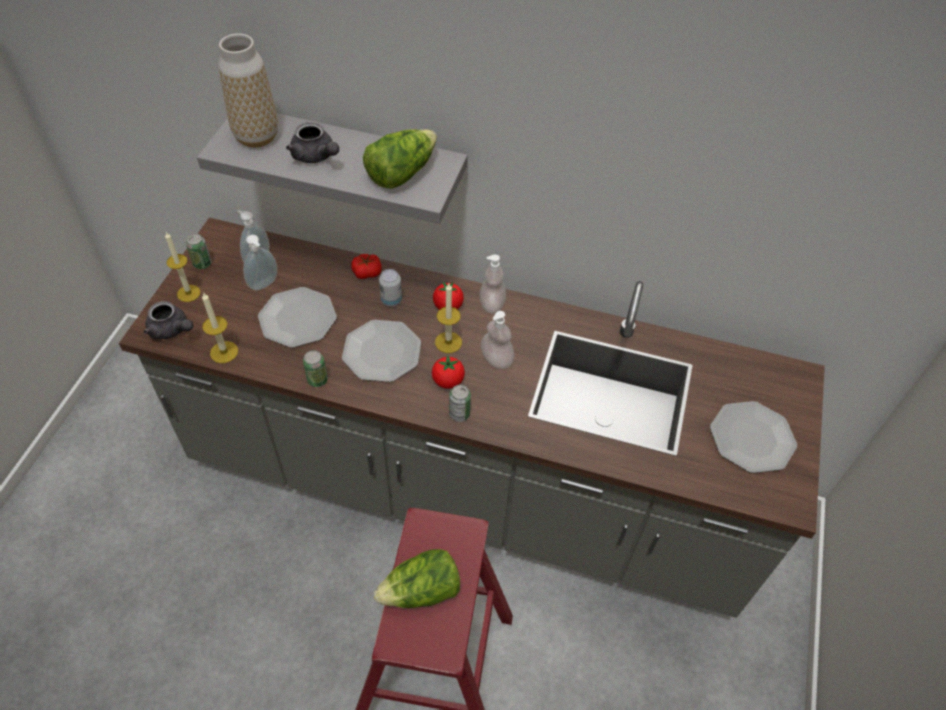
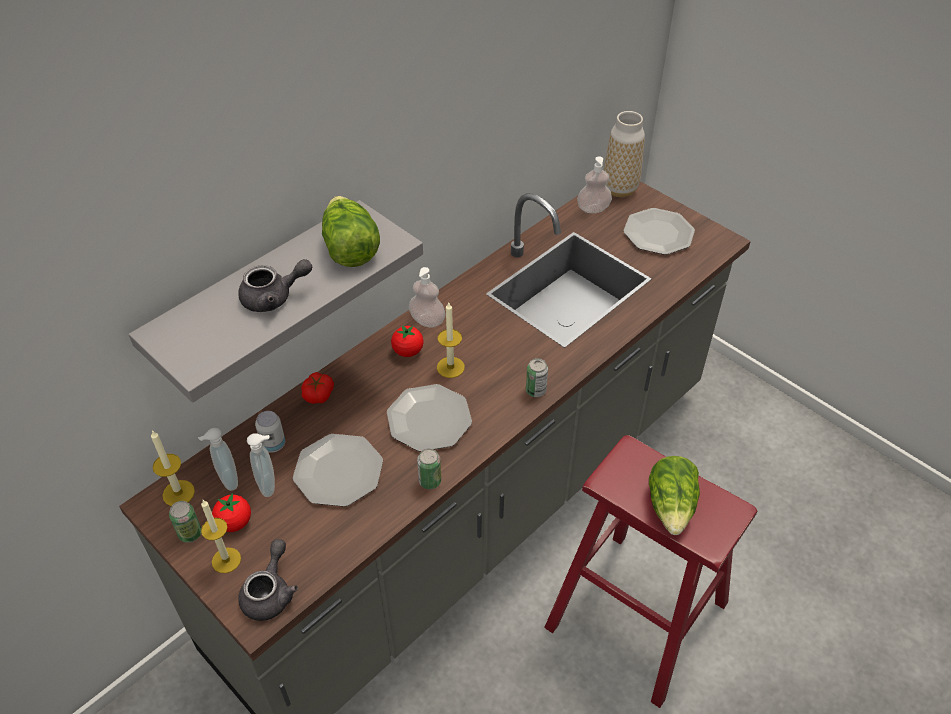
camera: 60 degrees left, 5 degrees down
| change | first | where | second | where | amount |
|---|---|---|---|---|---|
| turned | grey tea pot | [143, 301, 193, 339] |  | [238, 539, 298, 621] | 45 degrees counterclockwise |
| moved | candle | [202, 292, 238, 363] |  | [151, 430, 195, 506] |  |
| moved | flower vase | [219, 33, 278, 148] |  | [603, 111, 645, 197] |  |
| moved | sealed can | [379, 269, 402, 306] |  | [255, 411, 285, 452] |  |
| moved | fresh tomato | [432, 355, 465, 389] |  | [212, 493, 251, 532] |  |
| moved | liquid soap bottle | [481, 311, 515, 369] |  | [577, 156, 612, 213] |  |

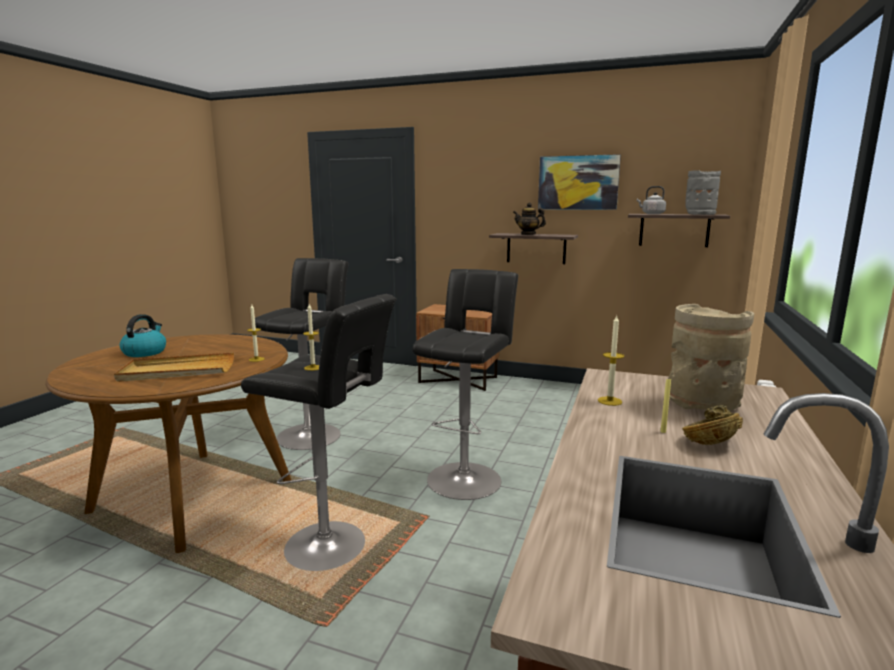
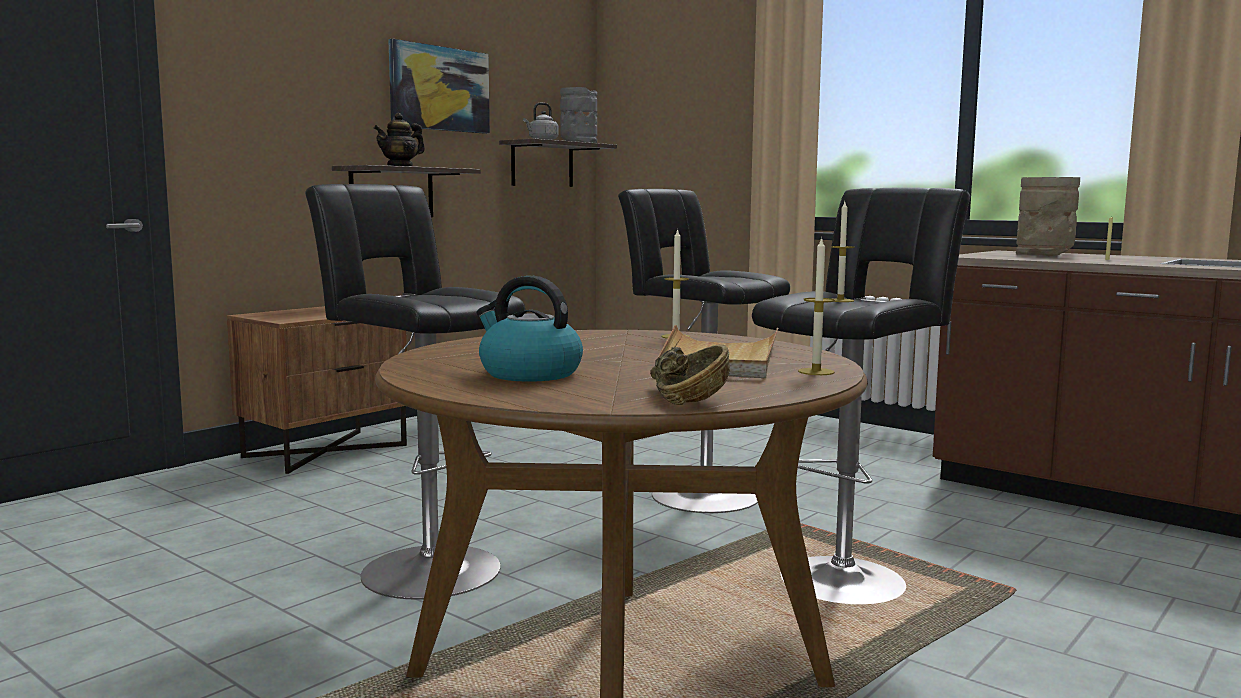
camera: 70 degrees left, 5 degrees down
| change | first | where | second | where | amount |
|---|---|---|---|---|---|
| moved | candle | [598, 316, 624, 406] |  | [798, 237, 835, 375] |  |
| moved | brownish deep dish | [682, 405, 743, 445] |  | [650, 344, 730, 405] |  |

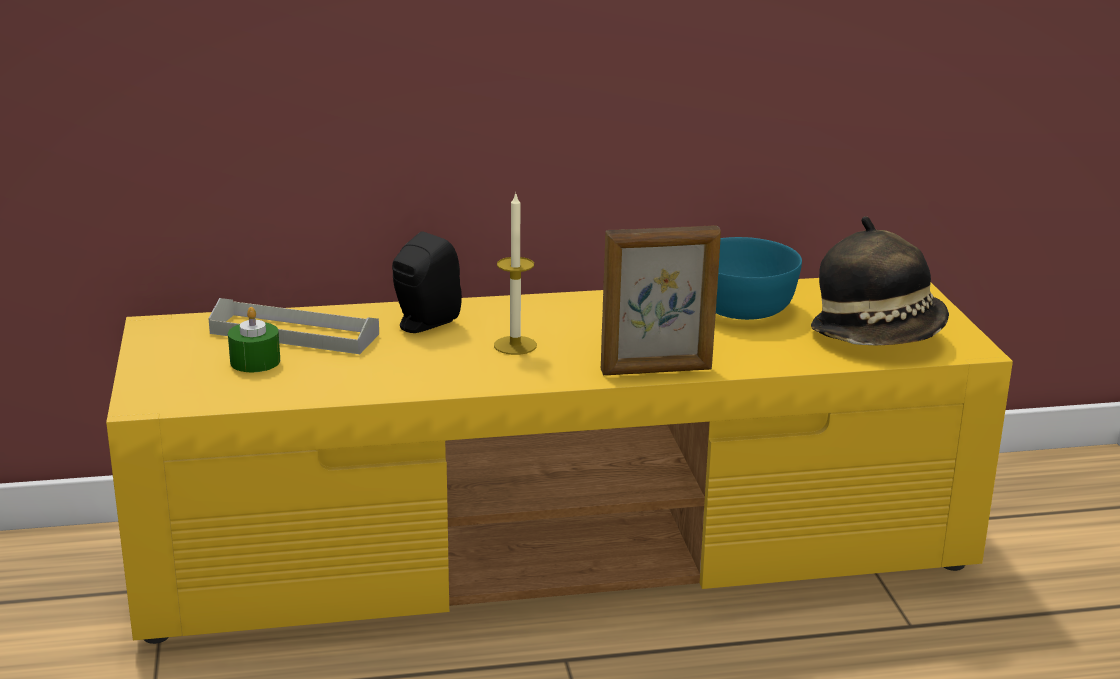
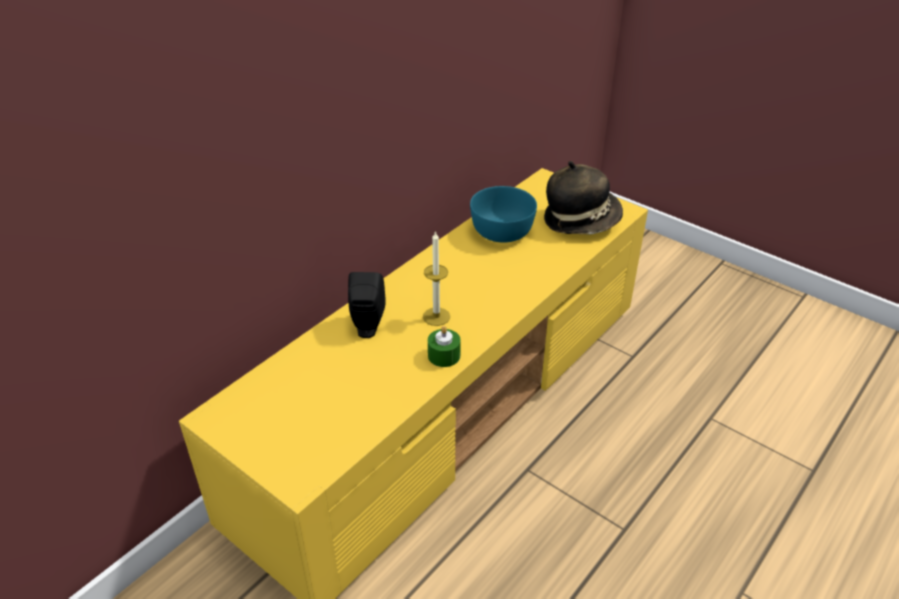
camera: 40 degrees left, 15 degrees up
| change | first | where | second | where | amount |
|---|---|---|---|---|---|
| removed | grey tray | [208, 298, 379, 354] |  |  |  |
| moved | greenish candle | [228, 307, 280, 372] |  | [428, 326, 461, 367] |  |
| removed | picture frame | [601, 225, 721, 375] |  |  |  |

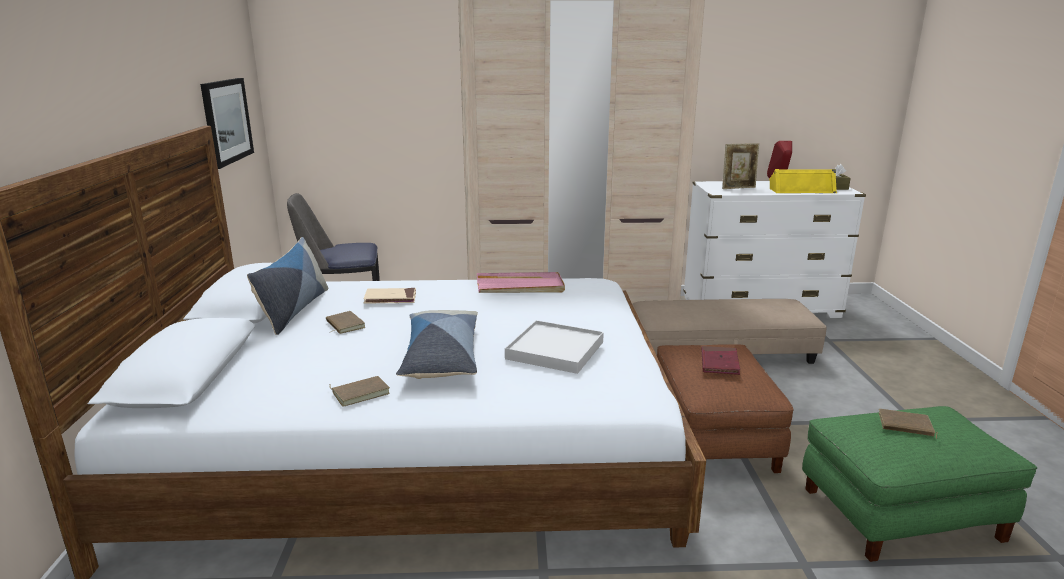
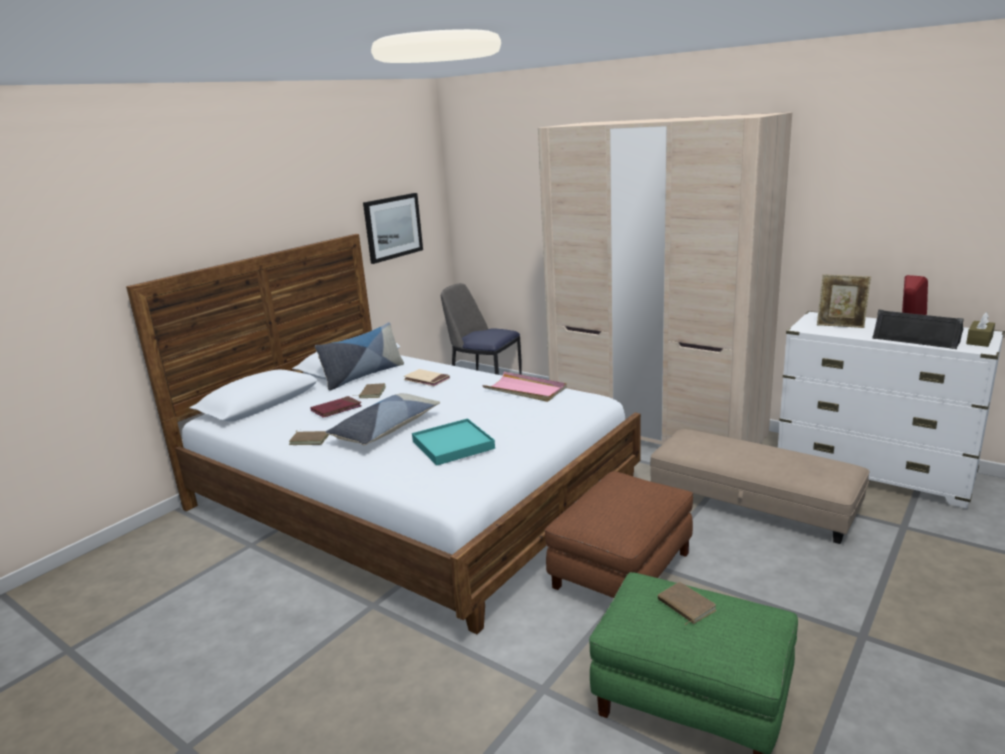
camera: 40 degrees right, 0 degrees up
| change | first | where | second | where | amount |
|---|---|---|---|---|---|
| recoloured | white-coloured tray | [505, 320, 604, 374] | turquoise-coloured tray | [412, 418, 495, 466] |  |
| moved | red book | [701, 346, 740, 375] |  | [310, 396, 362, 418] |  |
| recoloured | yellow speaker | [769, 169, 837, 193] | black-coloured speaker | [872, 310, 964, 349] |  |

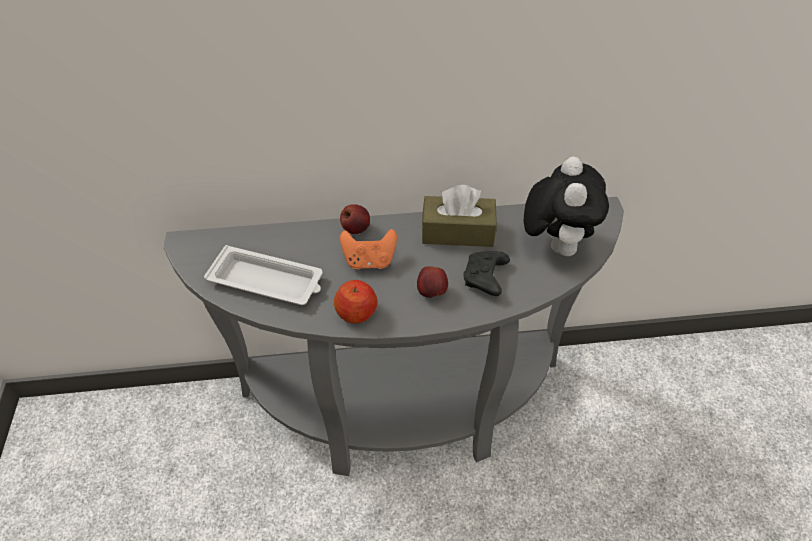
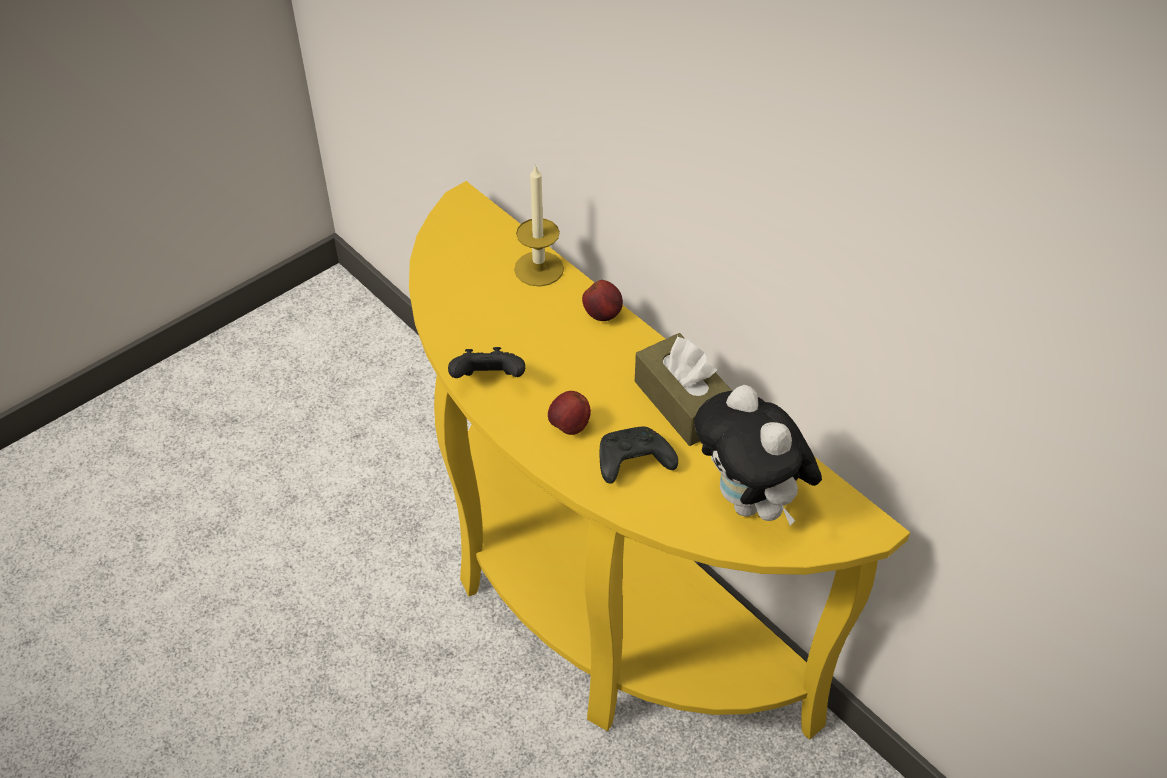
camera: 55 degrees right, 0 degrees up
| change | first | where | second | where | amount |
|---|---|---|---|---|---|
| recoloured | grey hall table | [164, 197, 624, 476] | yellow hall table | [409, 181, 910, 740] |  |
| removed | white-coloured tray | [204, 245, 323, 305] |  |  |  |
| replaced | apple fruit | [334, 280, 377, 324] | black-coloured game controller | [448, 347, 525, 378] |  |
| removed | orange game controller | [340, 229, 397, 270] |  |  |  |
| turned | plush toy | [524, 157, 609, 256] |  | [694, 385, 822, 525] | 90 degrees clockwise |
| added |  |  | candle | [514, 164, 564, 287] |  |

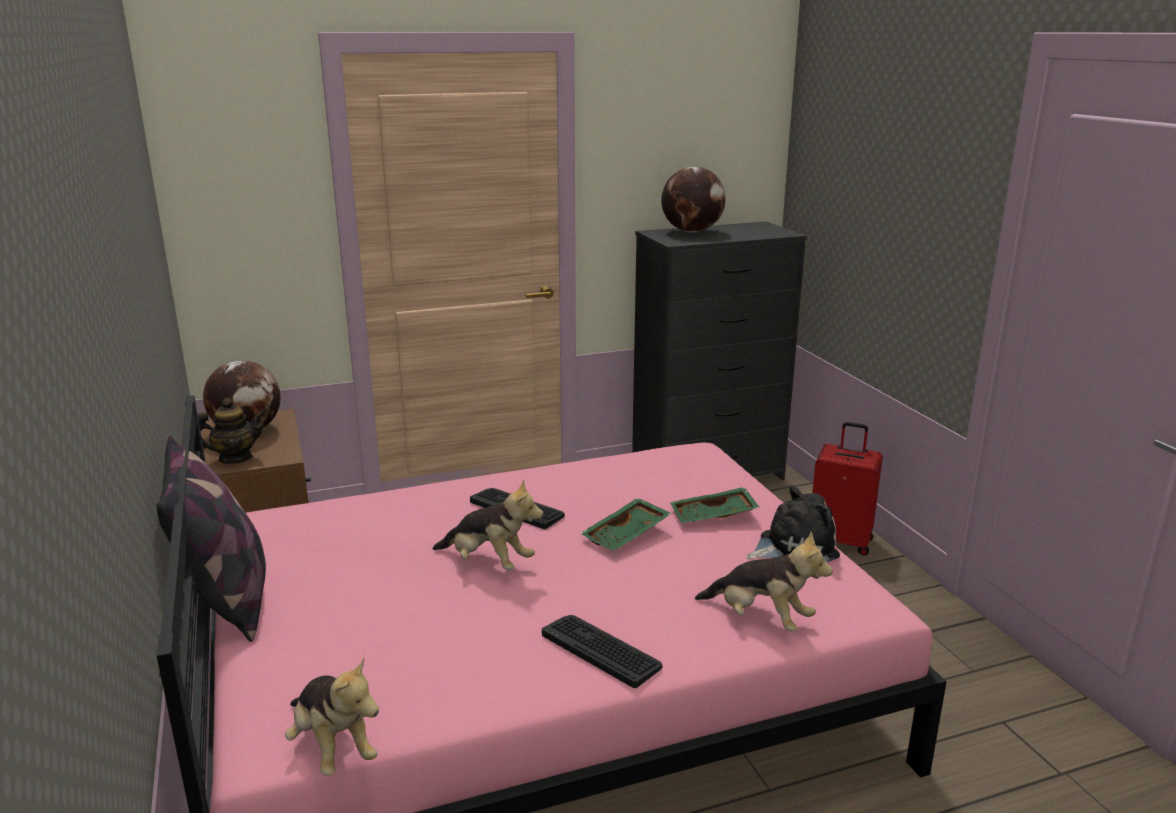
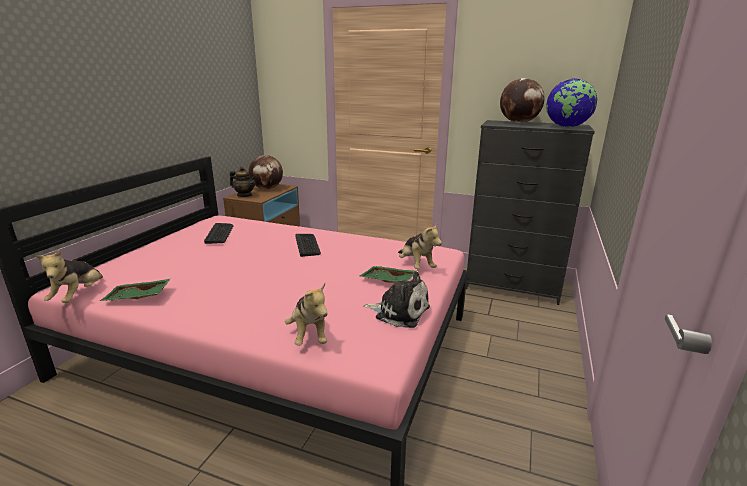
camera: 40 degrees right, 0 degrees up
| change | first | where | second | where | amount |
|---|---|---|---|---|---|
| removed | cushion | [157, 436, 266, 642] |  |  |  |
| moved | plush toy | [433, 479, 543, 570] |  | [398, 222, 442, 269] |  |
| moved | computer keyboard | [542, 615, 662, 688] |  | [204, 223, 233, 244] |  |
| moved | greenish tray | [580, 498, 672, 551] |  | [100, 279, 171, 301] |  |
| removed | red suitcase | [812, 422, 883, 556] |  |  |  |
| added |  |  | desk globe | [546, 78, 597, 127] |  |

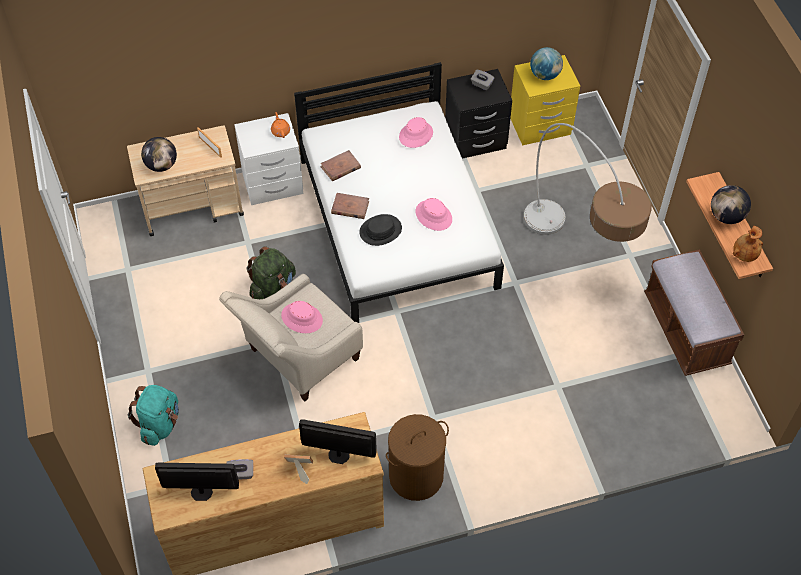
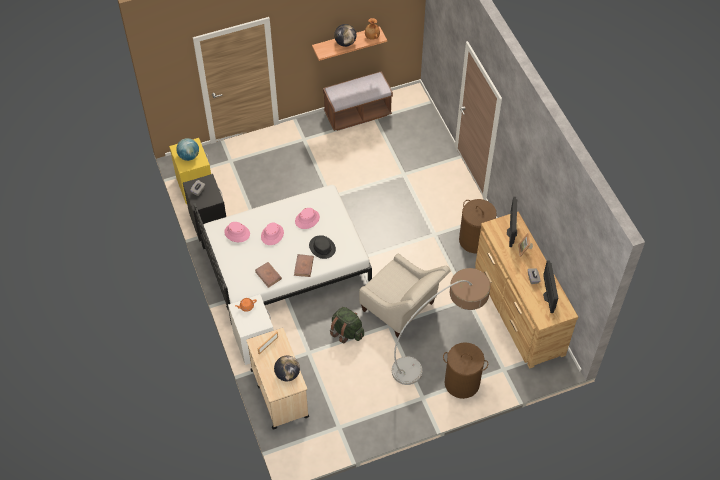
camera: 95 degrees left, 0 degrees up
| change | first | where | second | where | amount |
|---|---|---|---|---|---|
| replaced | turquoise-coloured backpack | [128, 385, 179, 446] | brownish hamper | [443, 342, 488, 399] |  |
| moved | pink-coloured hat | [281, 301, 323, 333] |  | [261, 222, 284, 245] |  |
| moved | standing lamp | [524, 123, 652, 242] |  | [392, 268, 491, 385] |  |

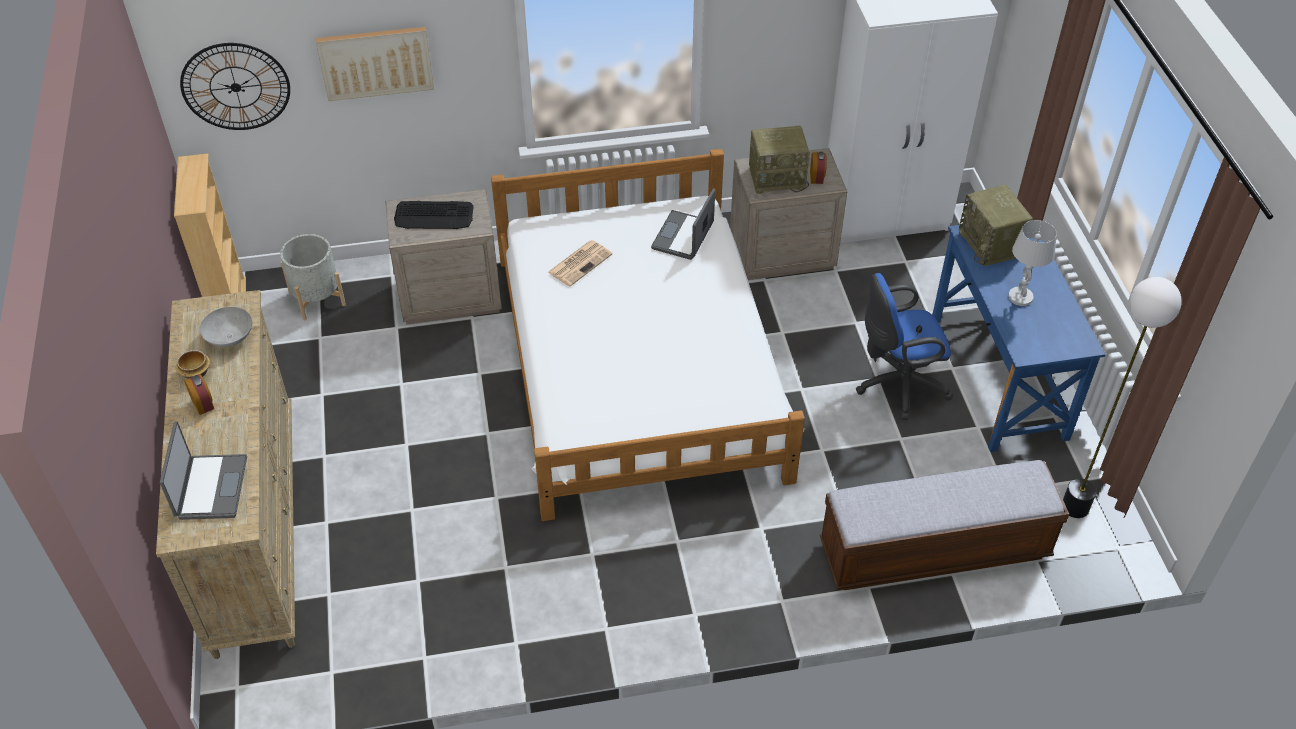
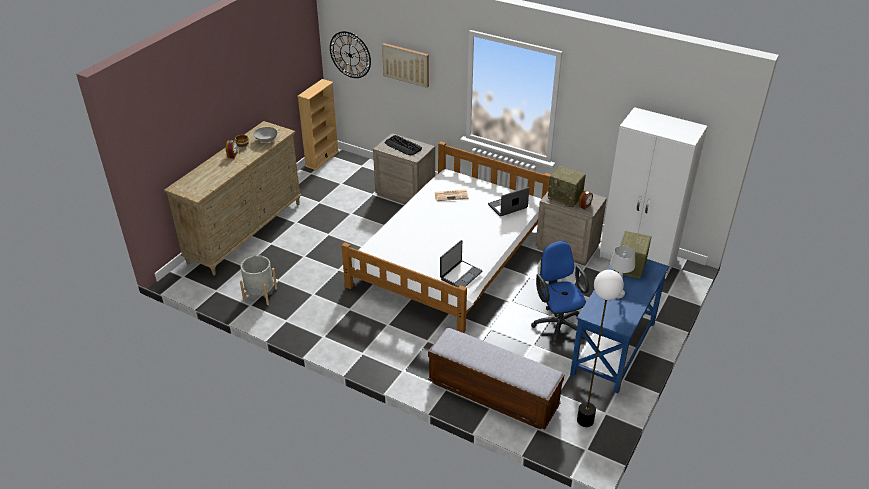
camera: 40 degrees right, 10 degrees down
| change | first | where | second | where | amount |
|---|---|---|---|---|---|
| moved | notebook computer | [160, 421, 247, 520] |  | [440, 240, 483, 287] |  |
| moved | grey planter | [280, 234, 346, 320] |  | [240, 255, 277, 305] |  |
| turned | blue-coloured computer chair | [856, 273, 953, 420] |  | [531, 241, 589, 346] | 45 degrees clockwise |

